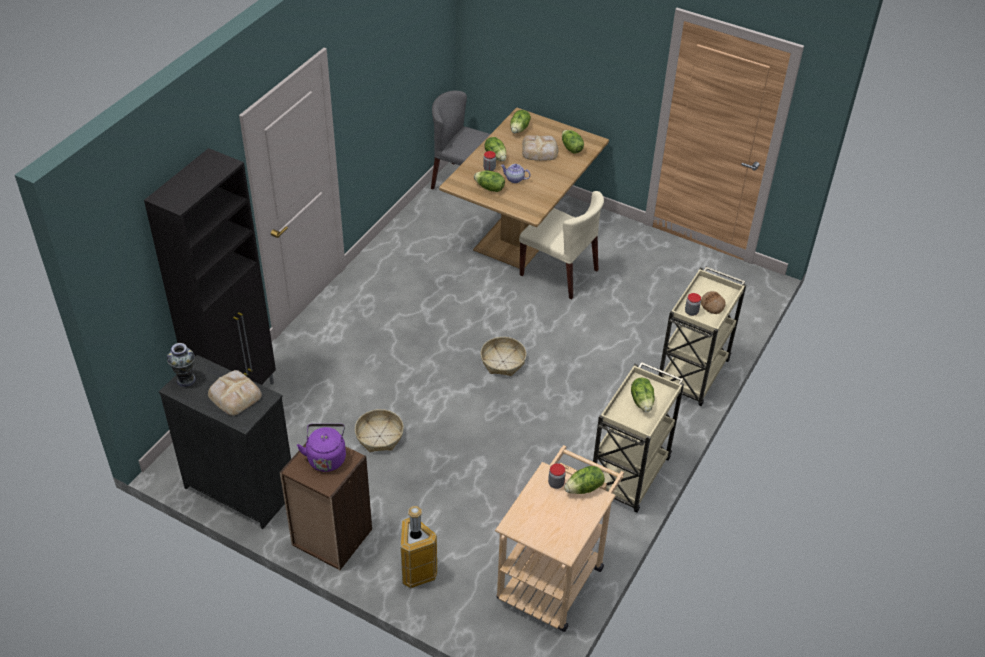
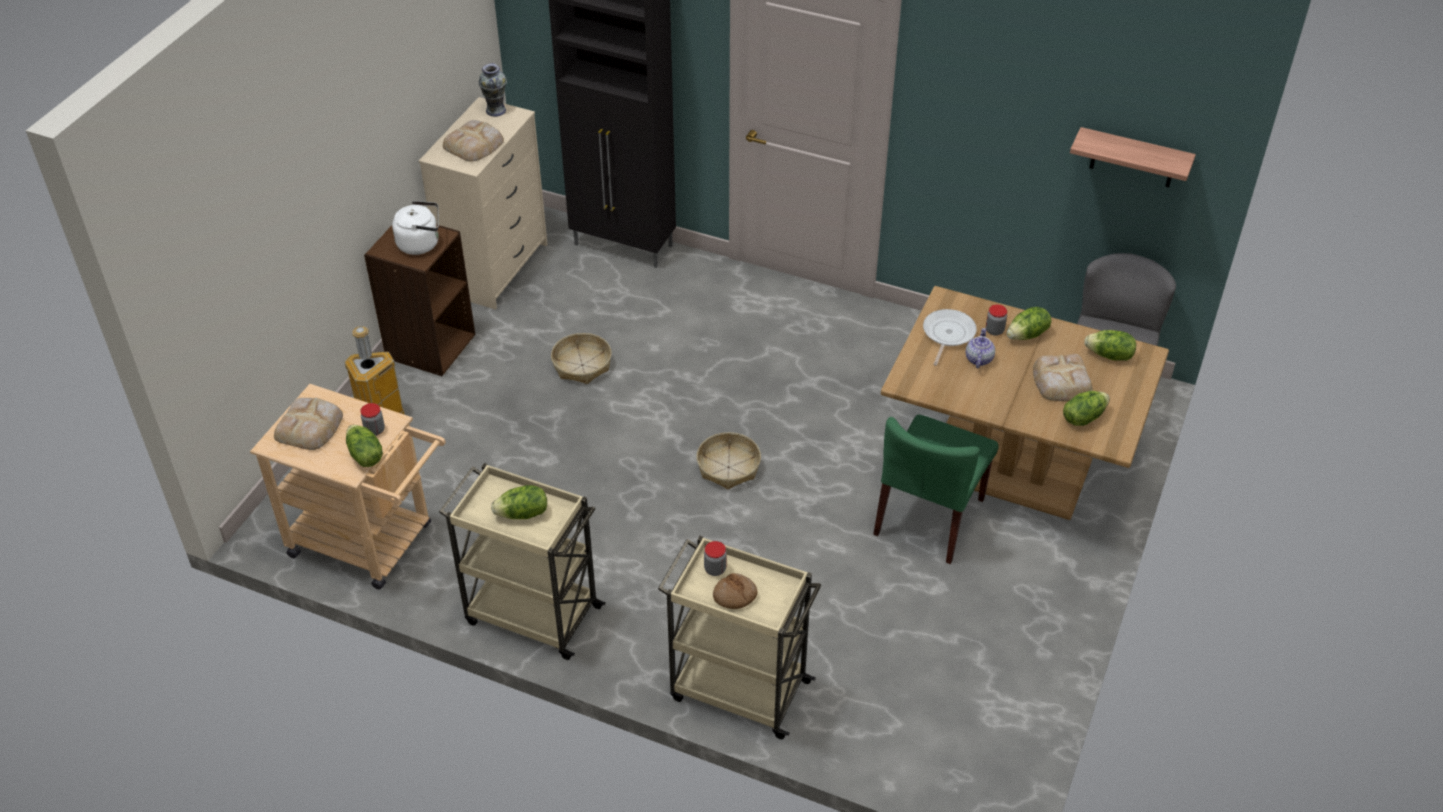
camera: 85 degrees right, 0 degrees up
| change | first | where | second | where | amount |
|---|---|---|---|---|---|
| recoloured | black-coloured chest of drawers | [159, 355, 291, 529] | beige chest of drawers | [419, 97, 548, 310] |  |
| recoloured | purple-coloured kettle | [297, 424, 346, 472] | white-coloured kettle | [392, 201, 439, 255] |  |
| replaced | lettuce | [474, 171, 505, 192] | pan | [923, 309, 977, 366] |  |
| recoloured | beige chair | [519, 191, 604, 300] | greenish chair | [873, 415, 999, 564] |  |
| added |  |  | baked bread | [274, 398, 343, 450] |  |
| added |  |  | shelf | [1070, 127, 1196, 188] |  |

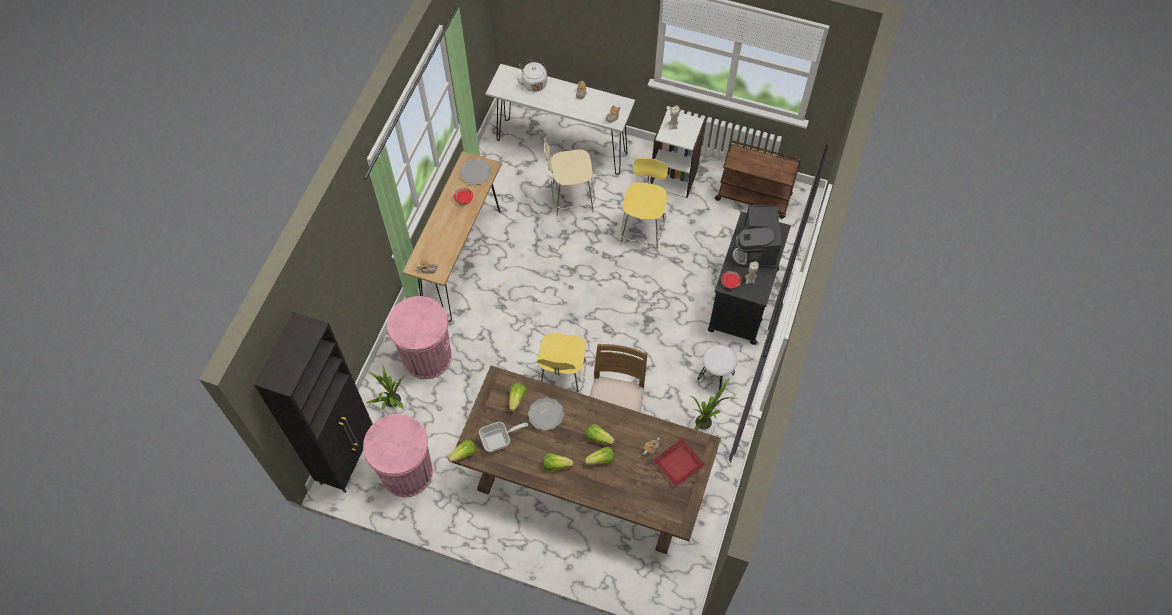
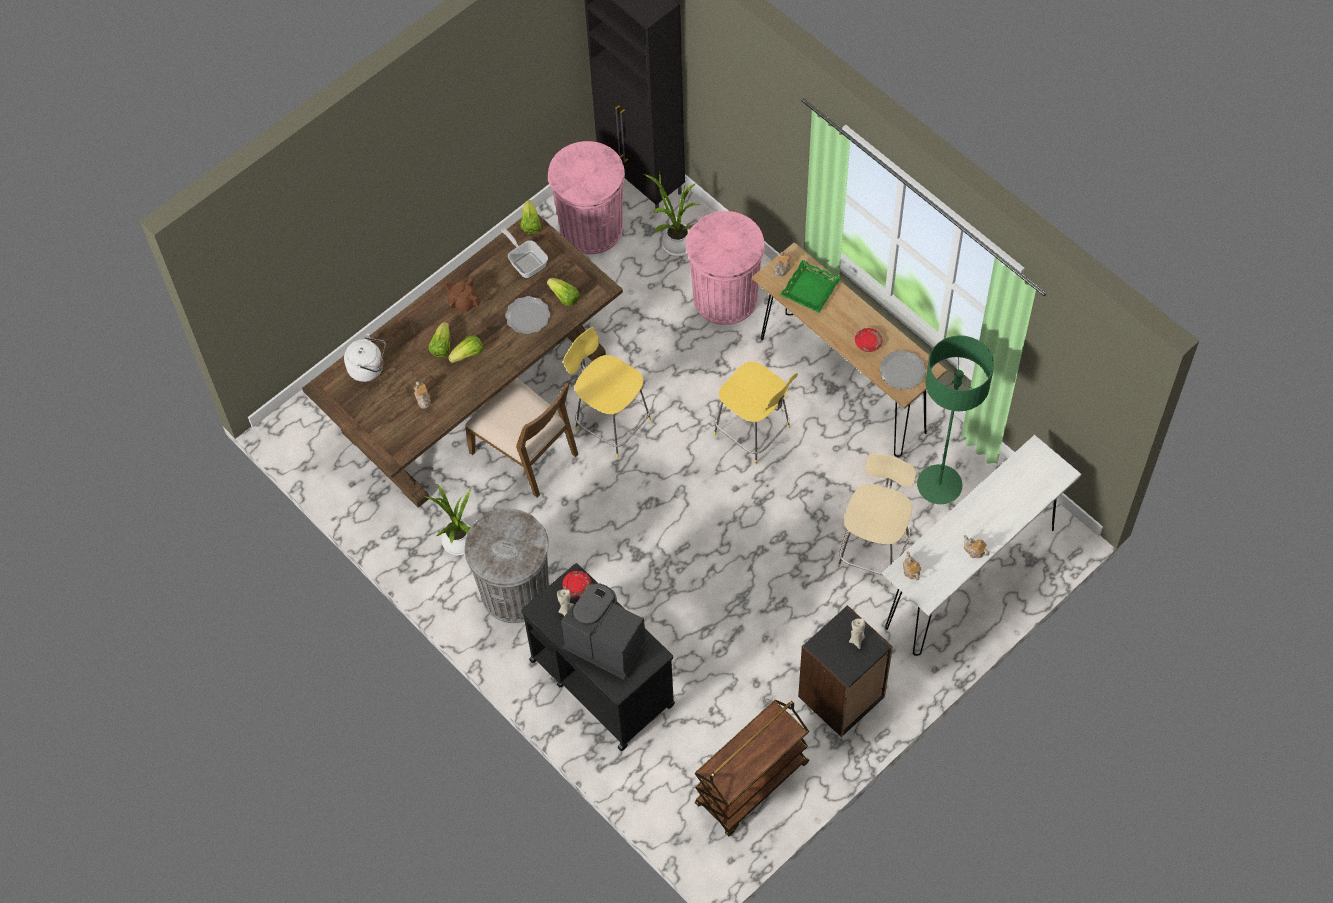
camera: 120 degrees right, 0 degrees up
| change | first | where | second | where | amount |
|---|---|---|---|---|---|
| turned | pan | [479, 422, 528, 452] |  | [501, 228, 548, 278] | 135 degrees clockwise |
| moved | white-coloured kettle | [517, 58, 547, 92] |  | [344, 334, 386, 382] |  |
| replaced | lettuce | [543, 453, 574, 471] | brownish tea pot | [443, 277, 480, 312] |  |
| moved | yellow stool | [620, 158, 668, 251] |  | [714, 362, 798, 465] |  |
| recoloured | white-coloured bookcase | [651, 109, 706, 198] | black-coloured bookcase | [798, 605, 893, 737] |  |
| removed | red tray | [653, 438, 706, 487] |  |  |  |
| replaced | white-coloured stool | [697, 345, 737, 390] | grey waste bin | [464, 509, 549, 623] |  |
| added |  |  | greenish tray | [780, 260, 841, 313] |  |
| added |  |  | greenish standing lamp | [917, 335, 994, 504] |  |

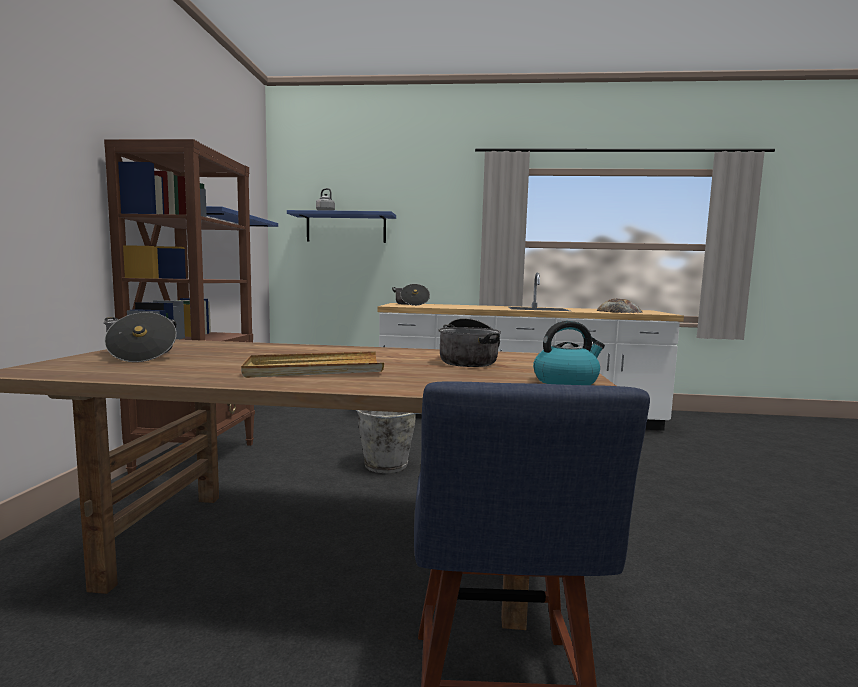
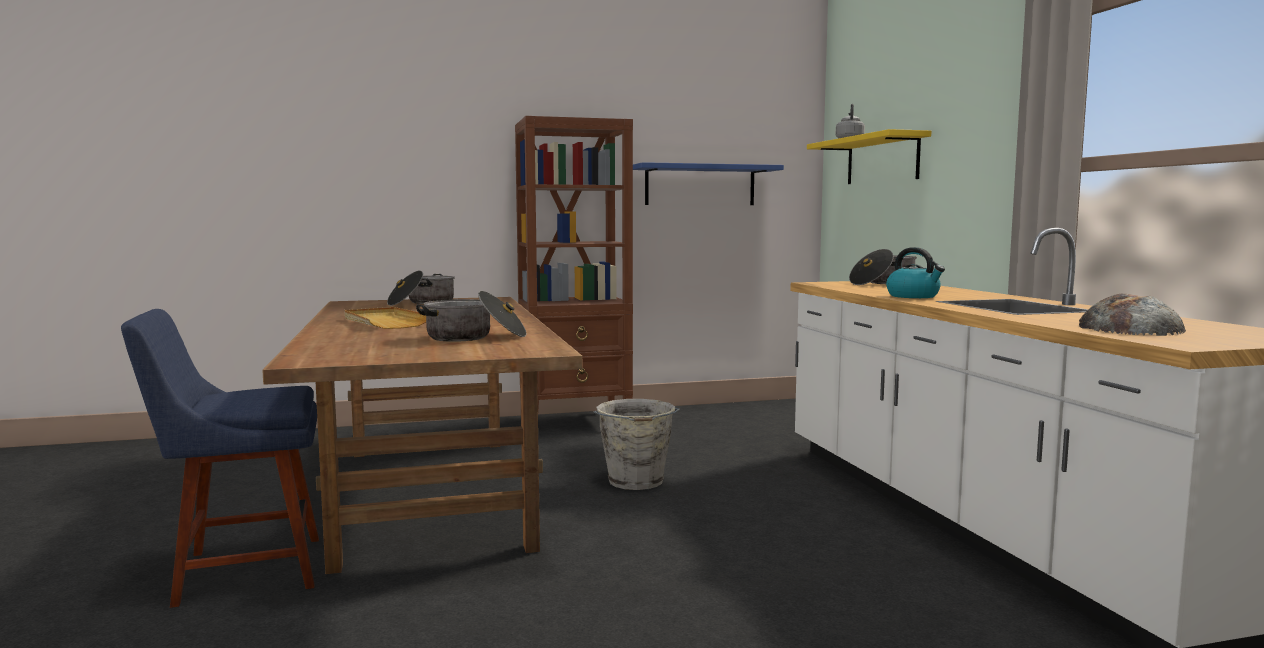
camera: 70 degrees right, 0 degrees up
| change | first | where | second | where | amount |
|---|---|---|---|---|---|
| recoloured | blue-coloured shelf | [287, 210, 396, 243] | yellow shelf | [807, 129, 931, 184] |  |
| moved | kettle | [533, 321, 605, 385] |  | [886, 247, 945, 298] |  |

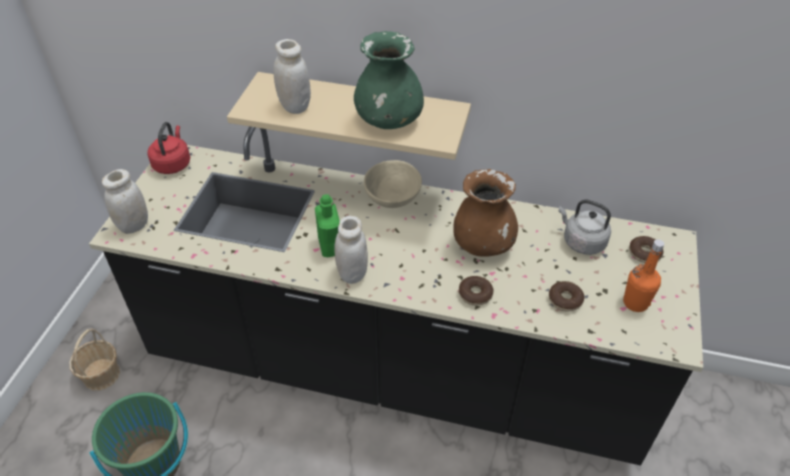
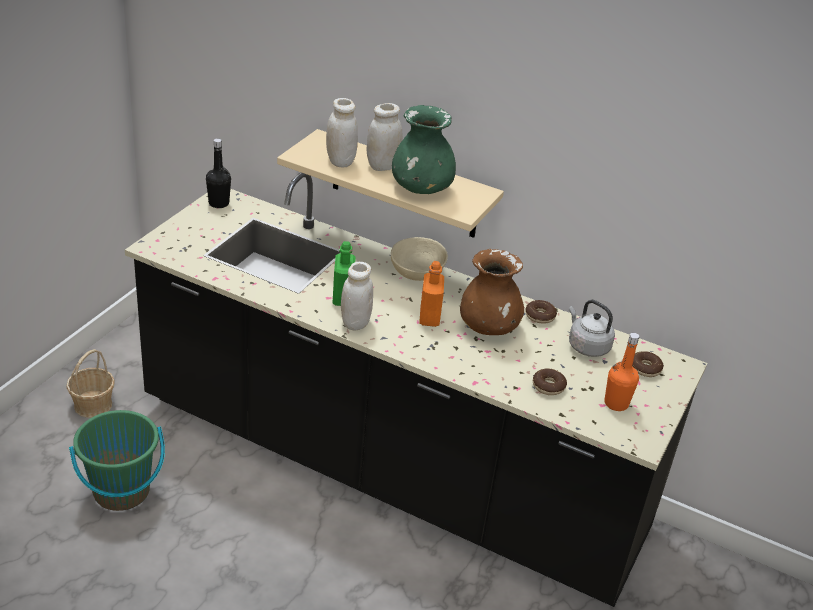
camera: 10 degrees right, 10 degrees down
| change | first | where | second | where | amount |
|---|---|---|---|---|---|
| moved | white-coloured storage jar | [102, 169, 148, 234] |  | [367, 103, 402, 171] |  |
| replaced | red kettle | [147, 122, 190, 174] | black-coloured bottle | [206, 138, 231, 208] |  |
| moved | ring doughnut | [459, 276, 493, 306] |  | [525, 300, 557, 324] |  |
| added |  |  | orange bottle | [419, 261, 444, 327] |  |

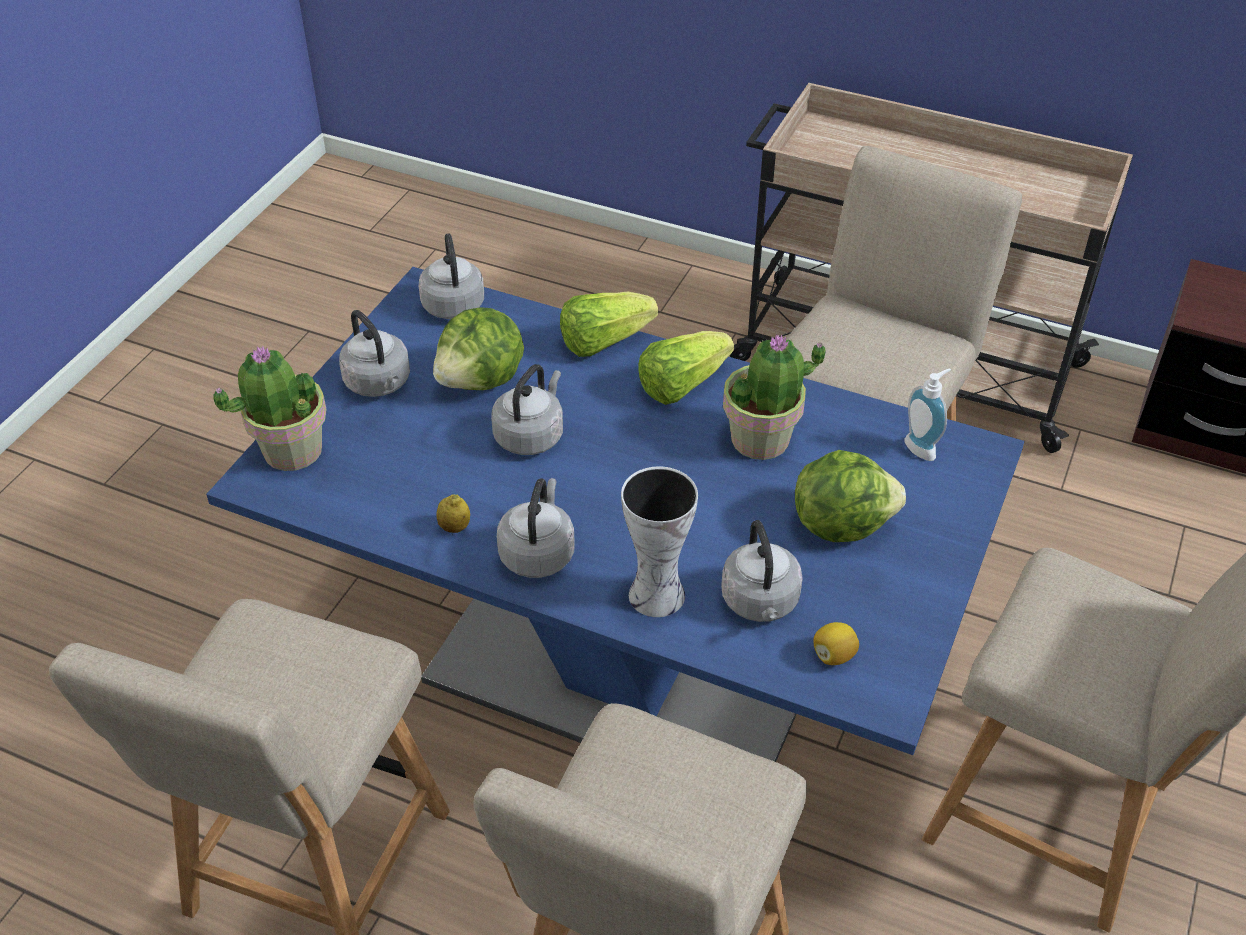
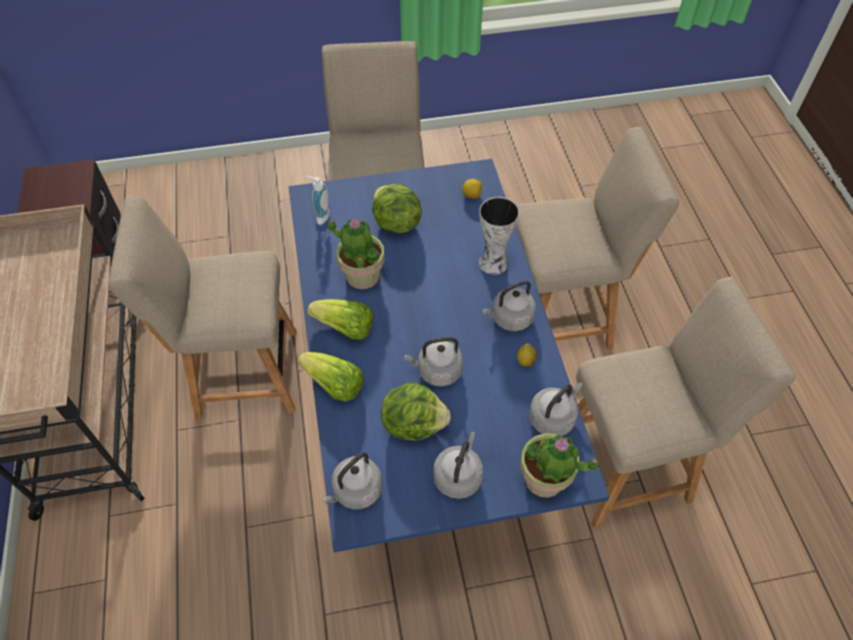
camera: 125 degrees left, 10 degrees up
| change | first | where | second | where | amount |
|---|---|---|---|---|---|
| moved | grey kettle | [721, 520, 803, 622] |  | [529, 383, 583, 436] |  |

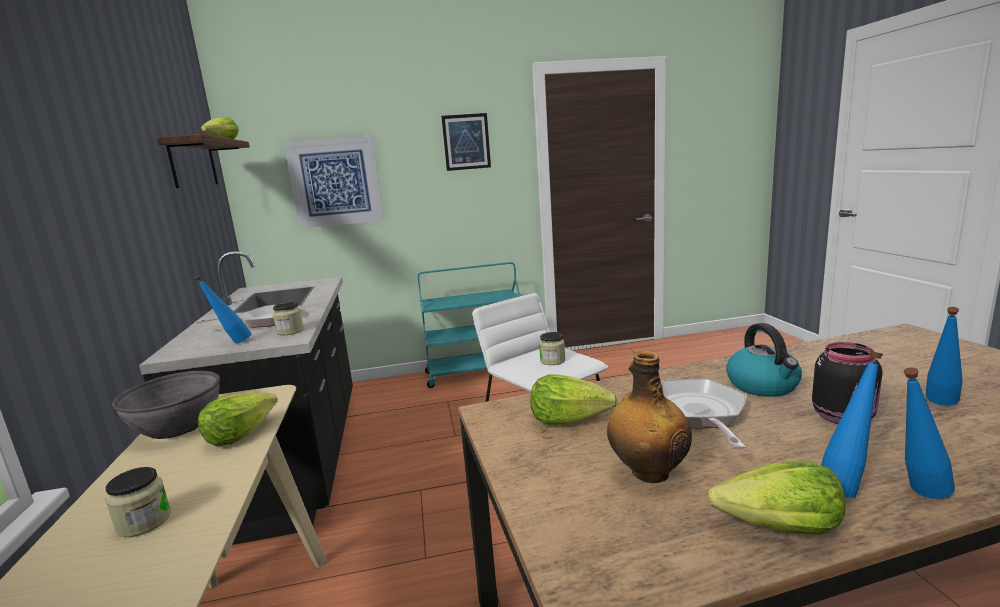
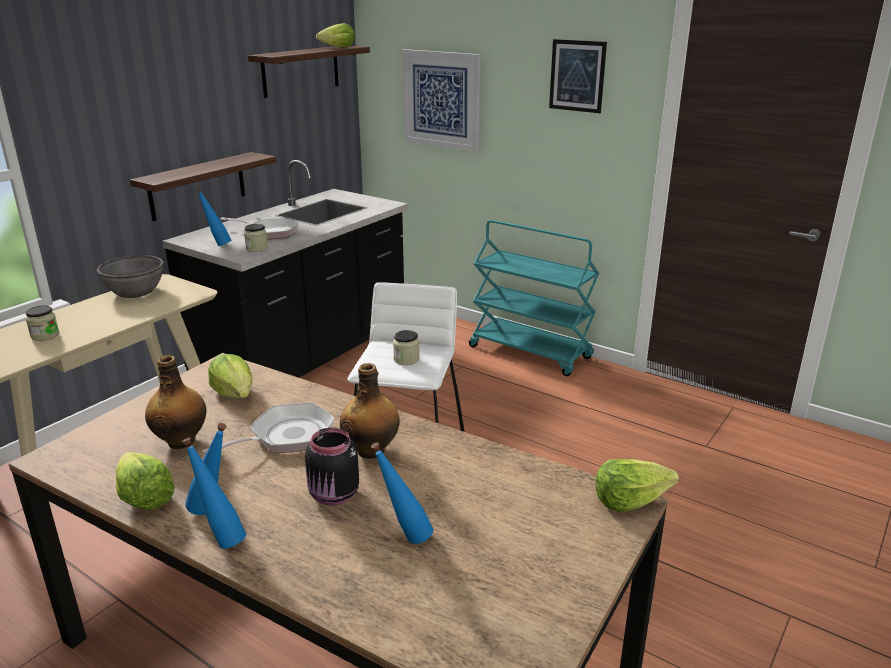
camera: 45 degrees right, 10 degrees up
| change | first | where | second | where | amount |
|---|---|---|---|---|---|
| moved | lettuce | [198, 393, 278, 446] |  | [595, 459, 679, 512] |  |
| replaced | kettle | [726, 323, 802, 397] | bottle | [340, 363, 400, 459] |  |
| added |  |  | shelf | [130, 152, 277, 221] |  |

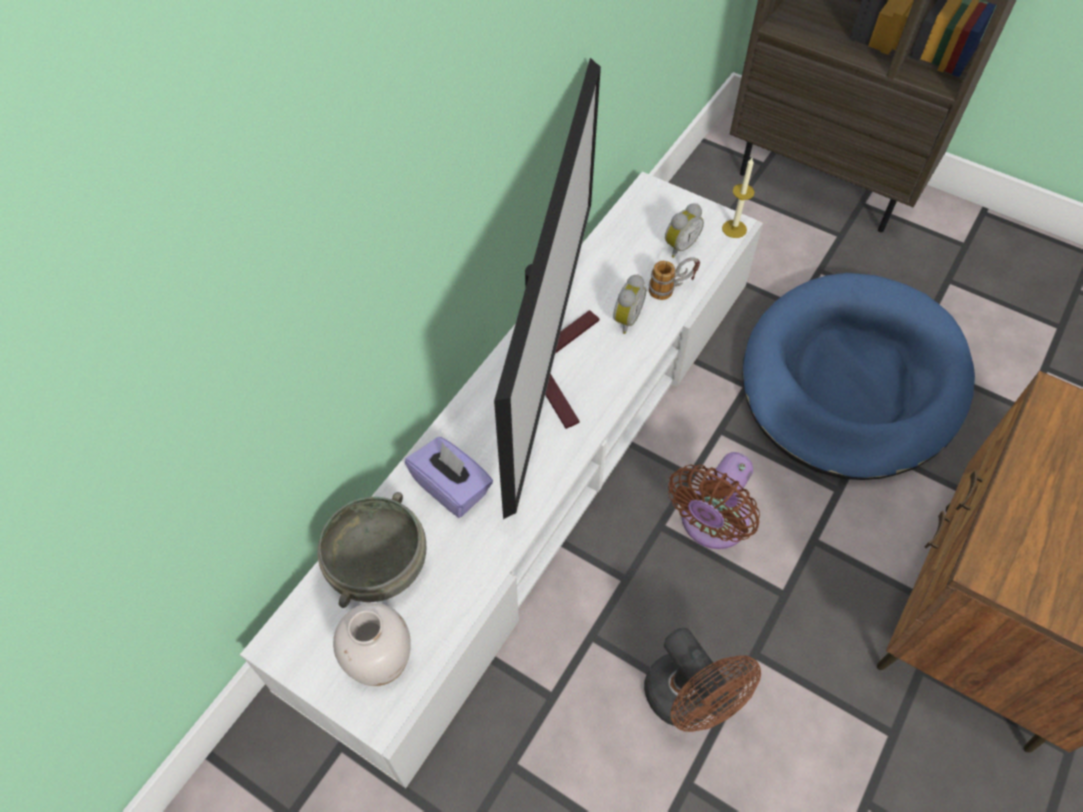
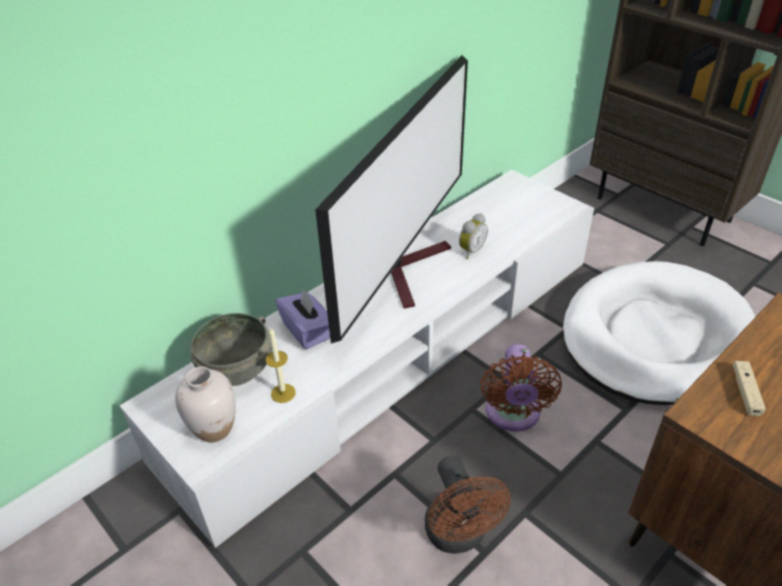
camera: 15 degrees right, 15 degrees down
| change | first | where | second | where | amount |
|---|---|---|---|---|---|
| removed | mug | [649, 257, 700, 300] |  |  |  |
| removed | alarm clock | [665, 203, 704, 258] |  |  |  |
| turned | brownish fan | [668, 452, 760, 549] |  | [481, 344, 562, 432] | 45 degrees counterclockwise |
| moved | candle | [722, 158, 755, 238] |  | [266, 327, 296, 403] |  |
| recoloured | blue-coloured dog cushion | [742, 273, 975, 480] | white-coloured dog cushion | [563, 261, 755, 405] |  |
| added |  |  | beige game controller | [733, 361, 766, 416] |  |

